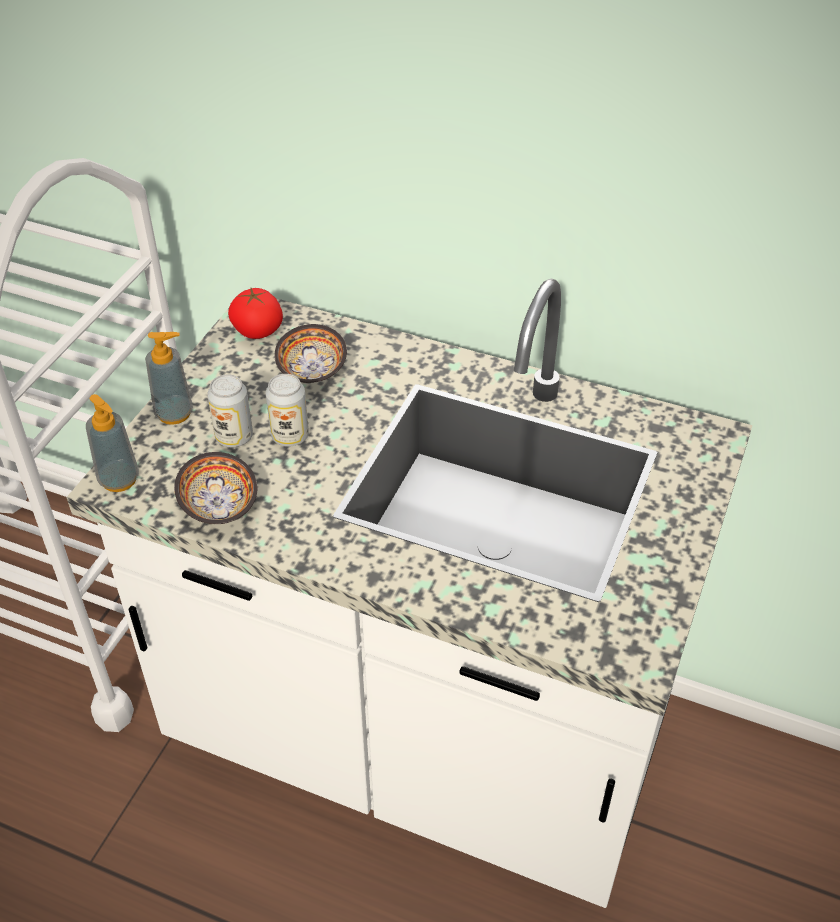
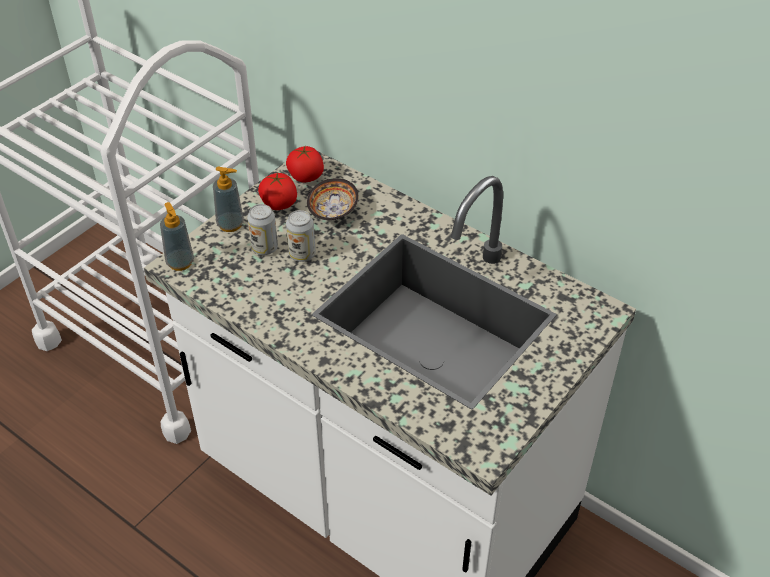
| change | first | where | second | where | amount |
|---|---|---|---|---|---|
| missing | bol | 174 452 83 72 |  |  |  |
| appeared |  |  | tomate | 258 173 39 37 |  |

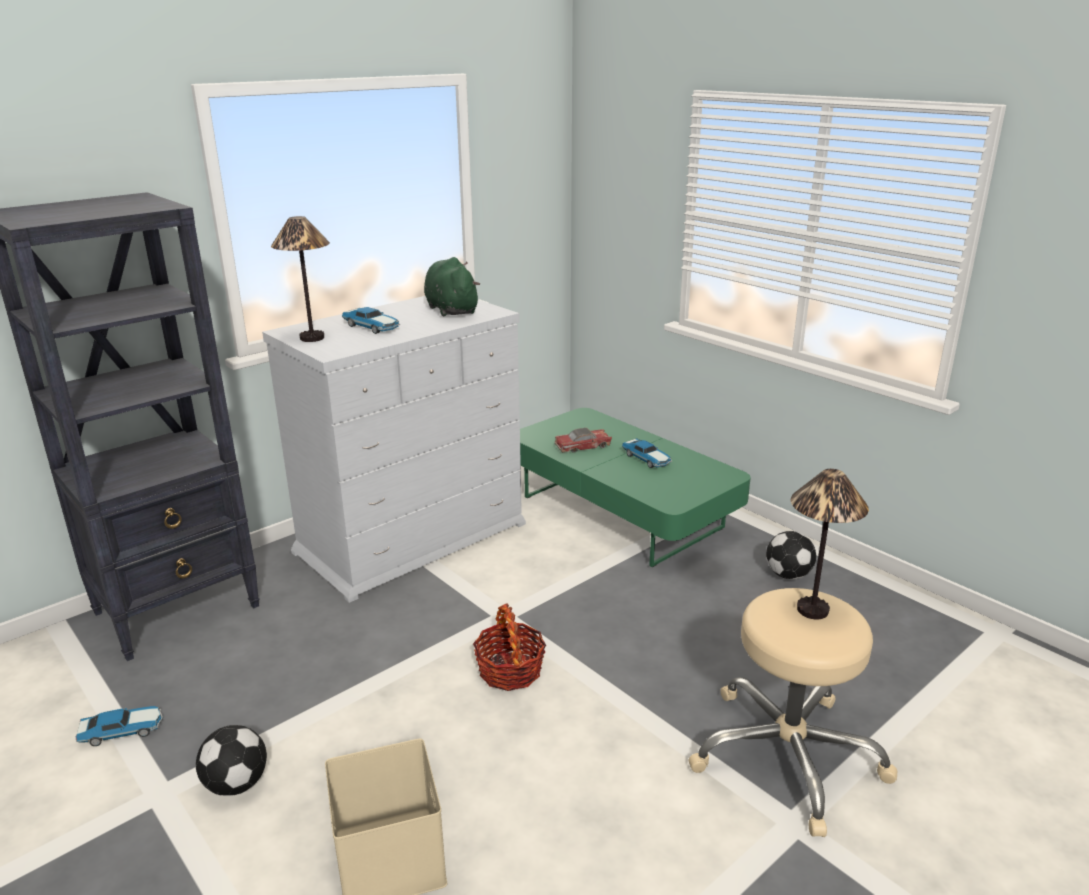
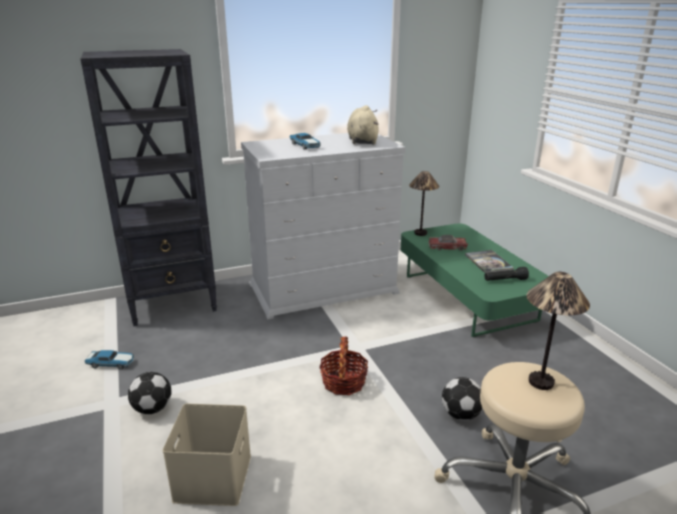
| change | first | where | second | where | amount |
|---|---|---|---|---|---|
| relocated | lampe de table | 271 216 59 126 |  | 409 171 30 65 |  |
| colour | peluche [vert] | 424 257 56 59 | peluche [beige] | 347 105 31 40 |  |
| exchanged | petite voiture | 622 438 50 30 | livre | 465 250 49 23 |  |
| relocated | ballon de foot | 766 531 50 48 |  | 442 377 41 43 |  |
| appeared |  |  | lampe de poche [noir] | 485 267 44 14 |  |

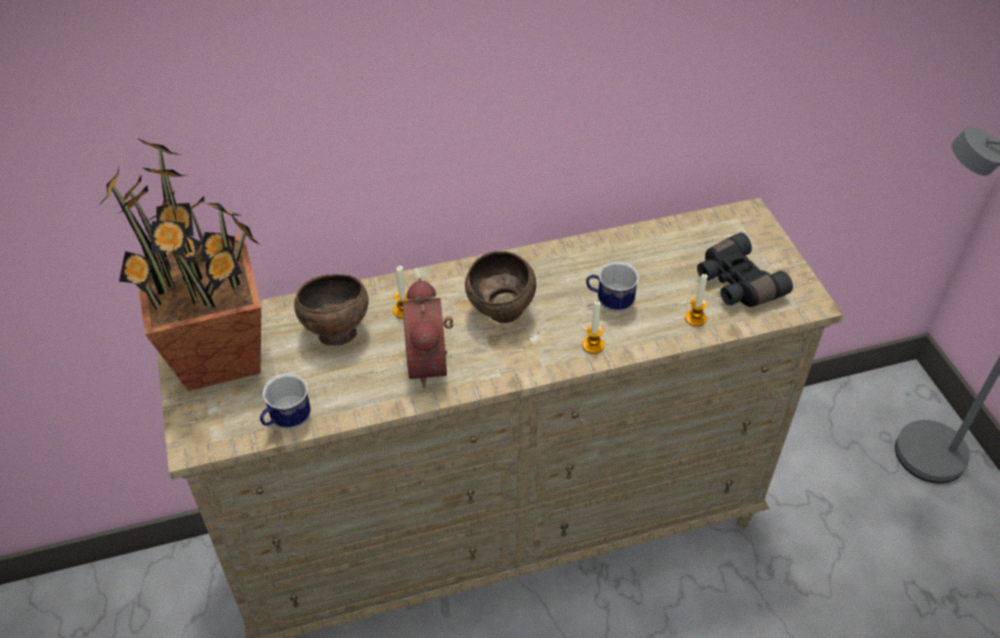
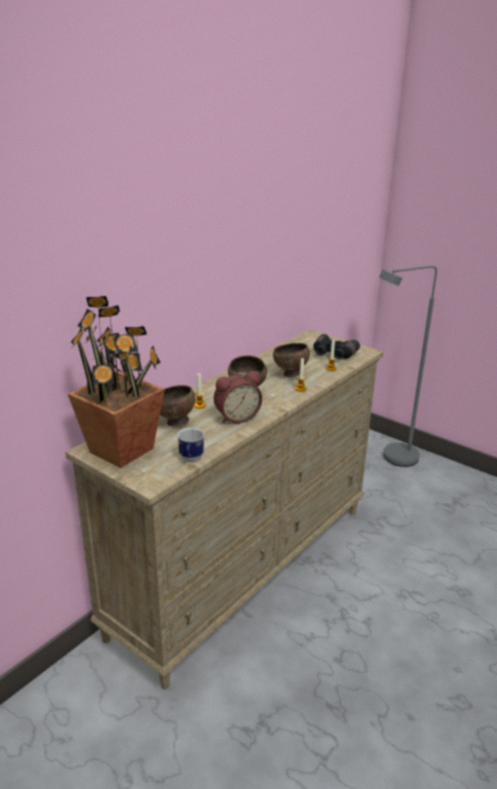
| change | first | where | second | where | amount |
|---|---|---|---|---|---|
| exchanged | mug | 586 262 53 51 | bol [marron] | 273 343 37 34 |  |
| spun | réveil | 403 278 50 110 |  | 214 371 48 52 | 75 degrees counterclockwise |

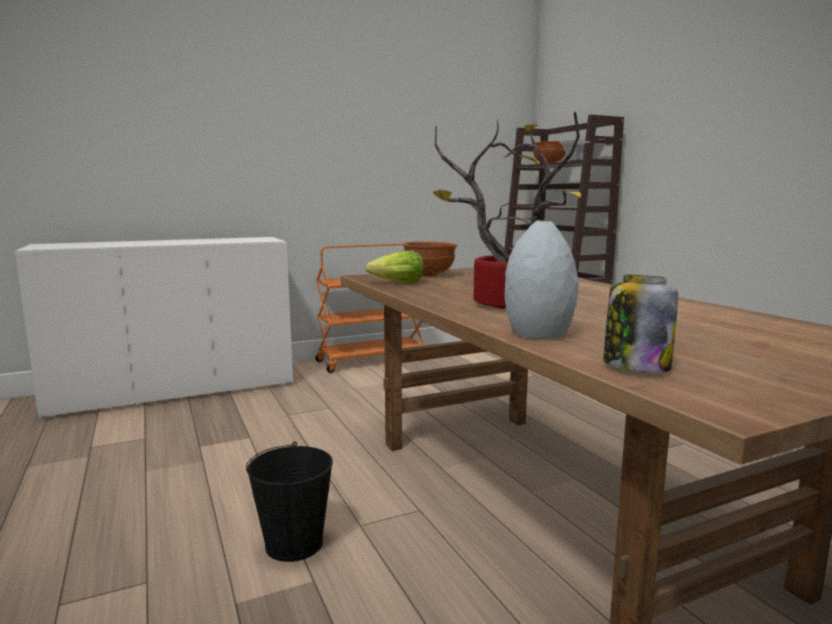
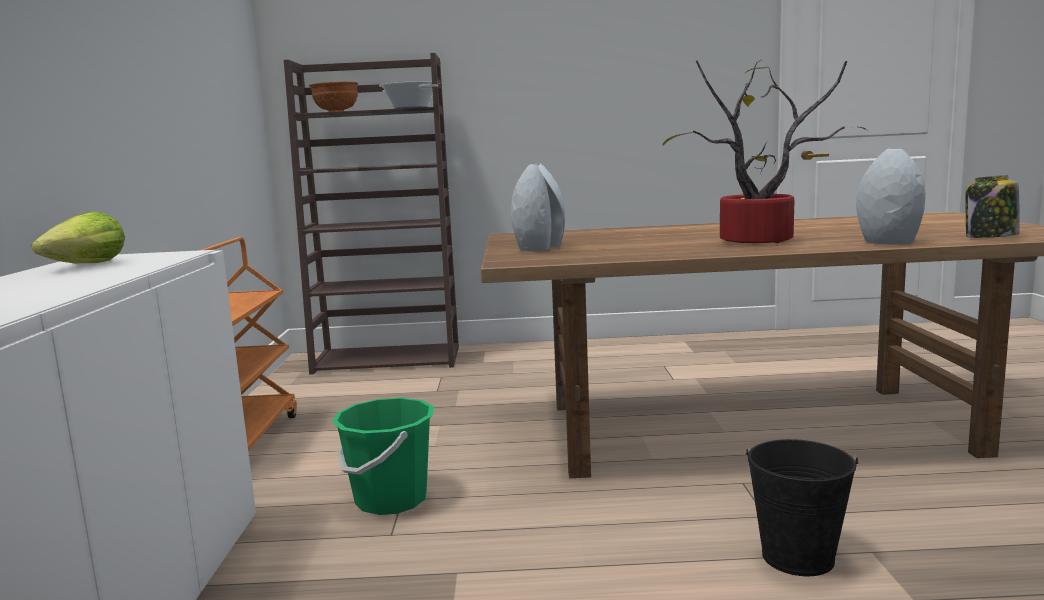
| change | first | where | second | where | amount |
|---|---|---|---|---|---|
| exchanged | bol [marron] | 403 242 54 35 | vase [gris] | 511 164 54 87 |  |
| relocated | laitue | 365 251 58 32 |  | 32 211 93 53 |  |
| appeared |  |  | seau [vert] | 332 398 102 117 |  |

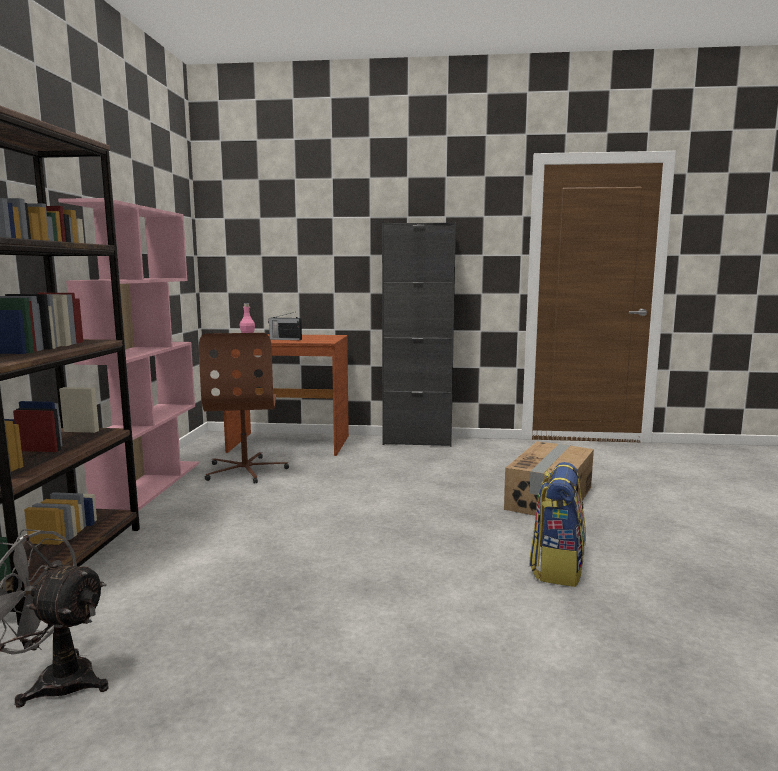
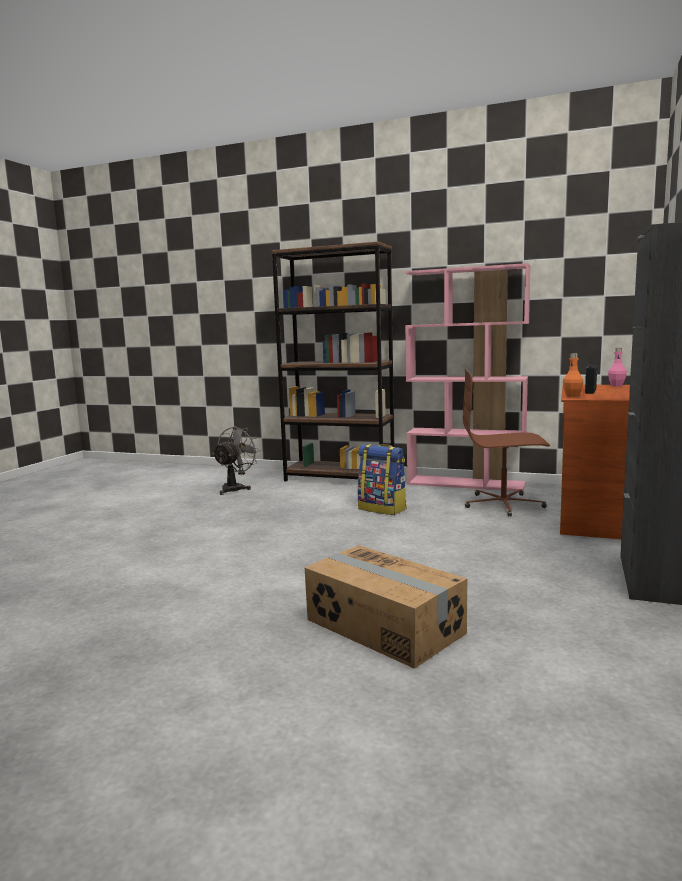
| change | first | where | second | where | amount |
|---|---|---|---|---|---|
| relocated | sac à dos | 529 462 57 125 |  | 358 444 49 71 |  |
| appeared |  |  | bouteille [orange] | 563 353 21 44 |  |

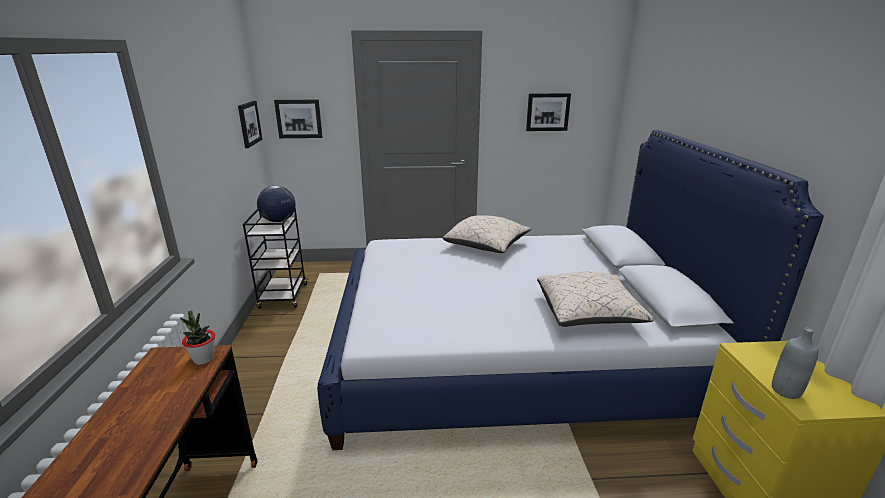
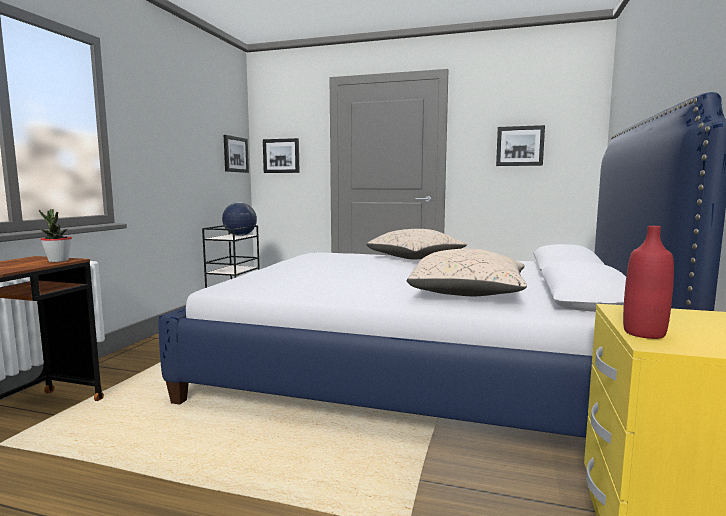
| change | first | where | second | where | amount |
|---|---|---|---|---|---|
| colour | bouteille [gris] | 772 328 47 71 | bouteille [rouge] | 623 226 51 113 |  |

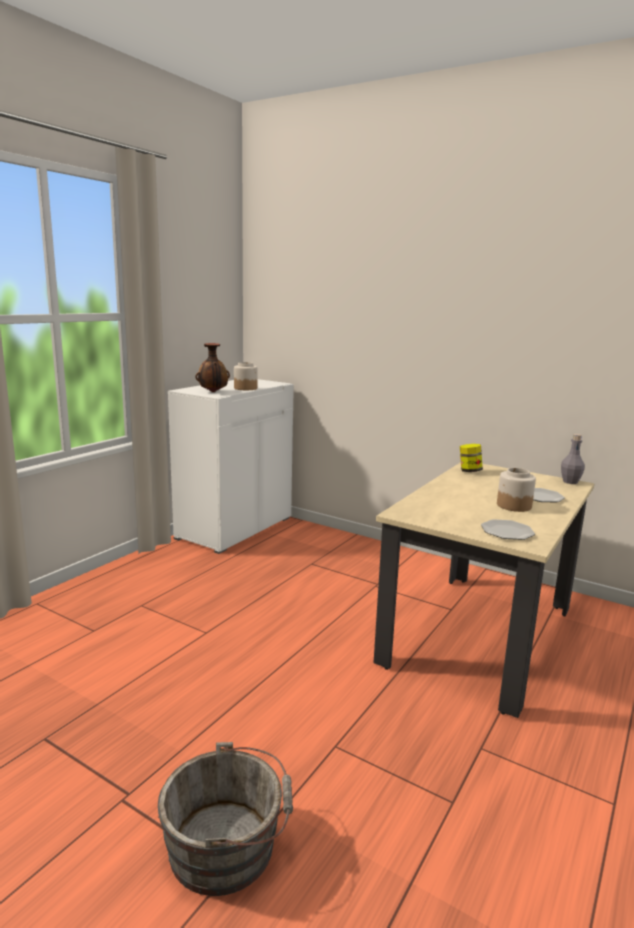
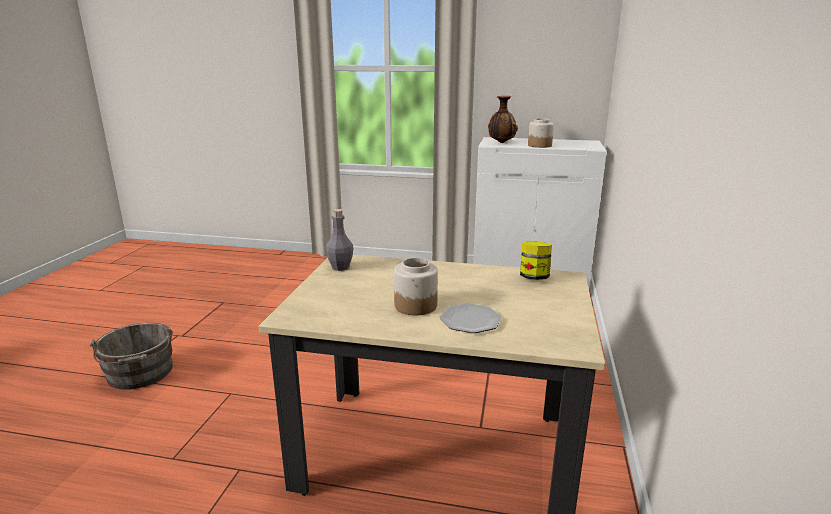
| change | first | where | second | where | amount |
|---|---|---|---|---|---|
| relocated | bouteille [gris] | 561 434 24 50 |  | 326 209 28 62 |  |
| missing | assiette | 481 519 54 21 |  |  |  |

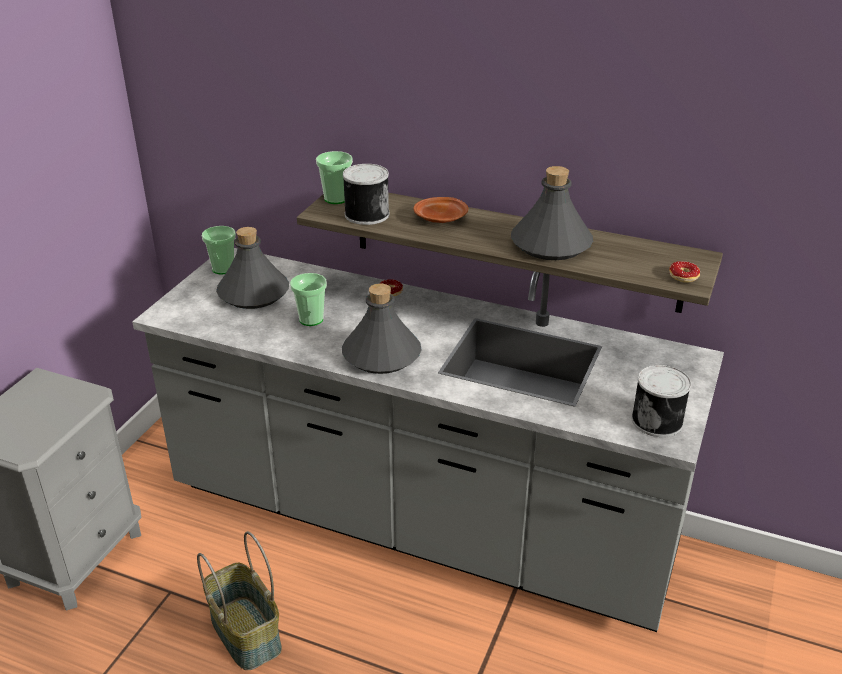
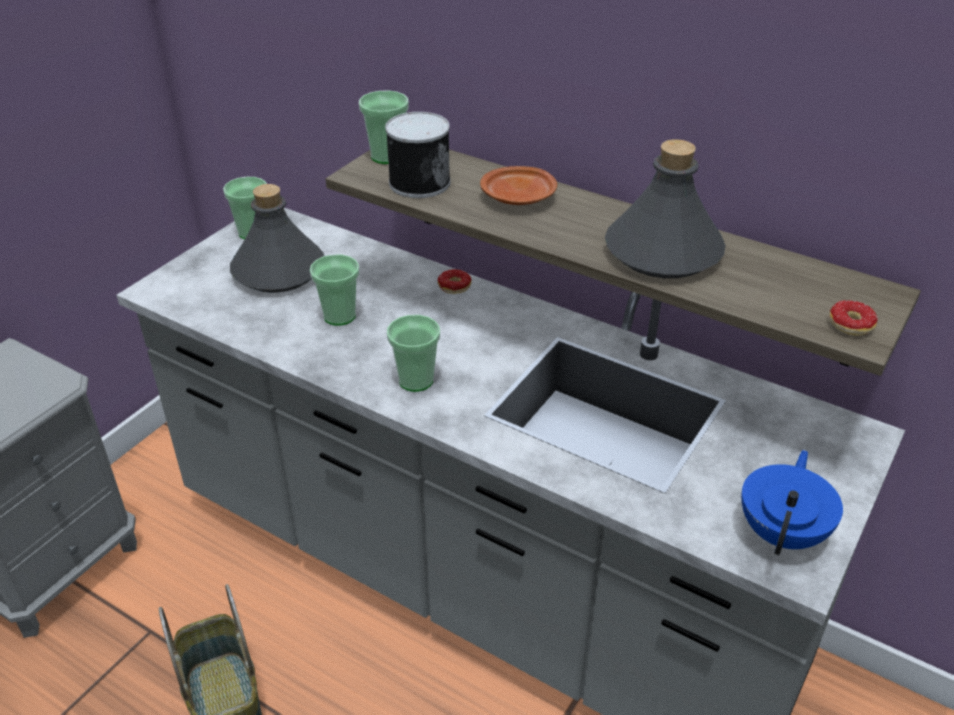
| change | first | where | second | where | amount |
|---|---|---|---|---|---|
| exchanged | bouteille [gris] | 342 283 79 91 | tasse | 387 315 53 77 |  |
| exchanged | boîte métallique | 631 365 60 72 | théière [bleu] | 741 450 102 105 |  |

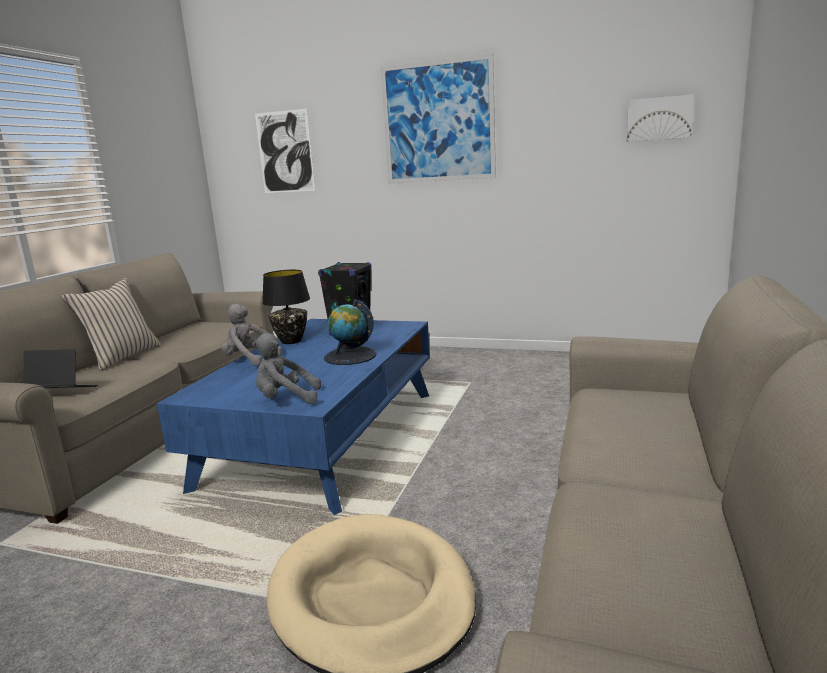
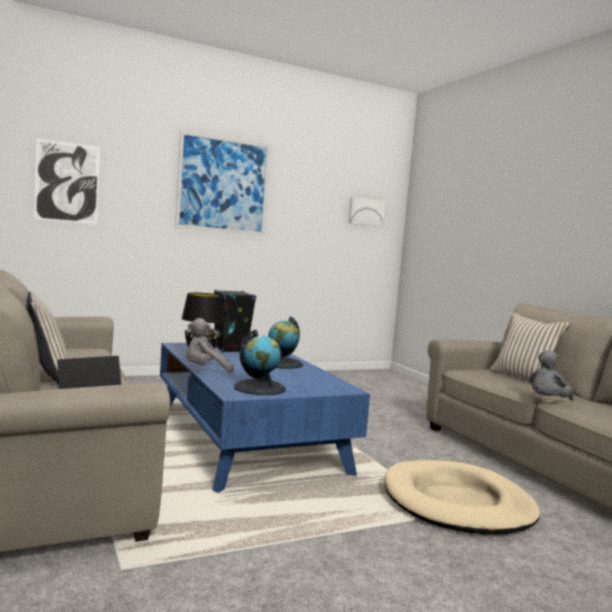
| change | first | where | second | where | amount |
|---|---|---|---|---|---|
| relocated | peluche [gris] | 252 333 69 71 |  | 529 350 45 51 |  |
| appeared |  |  | coussin [beige] | 490 313 81 68 |  |
| appeared |  |  | globe | 234 330 52 65 |  |

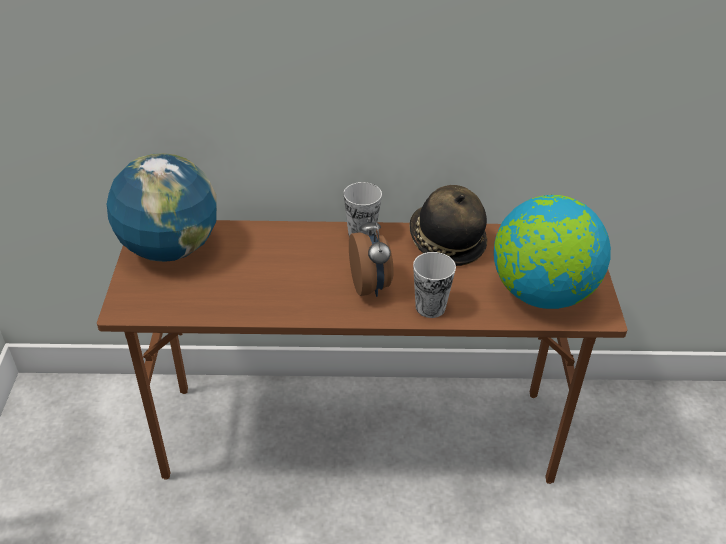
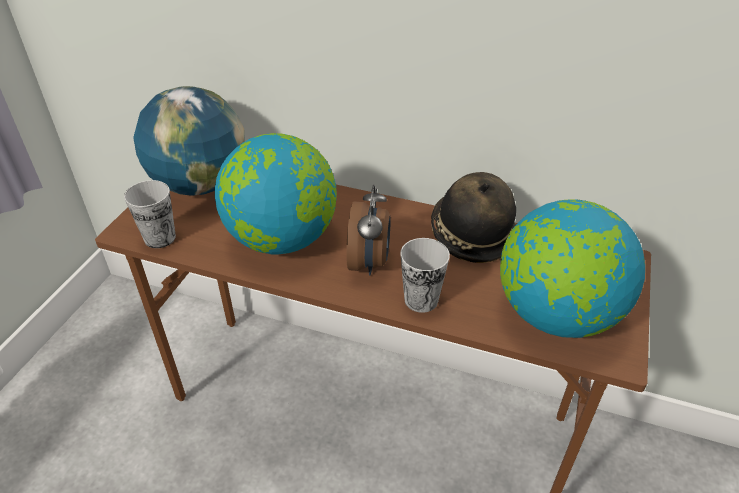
| change | first | where | second | where | amount |
|---|---|---|---|---|---|
| relocated | tasse | 343 182 39 55 |  | 124 180 52 68 |  |
| appeared |  |  | globe | 215 133 122 121 |  |

